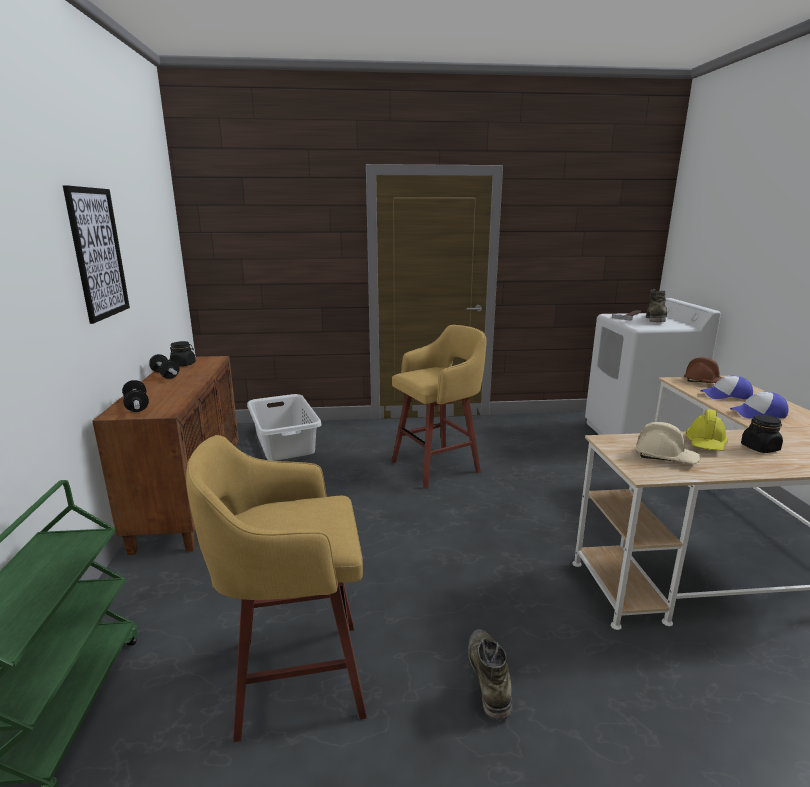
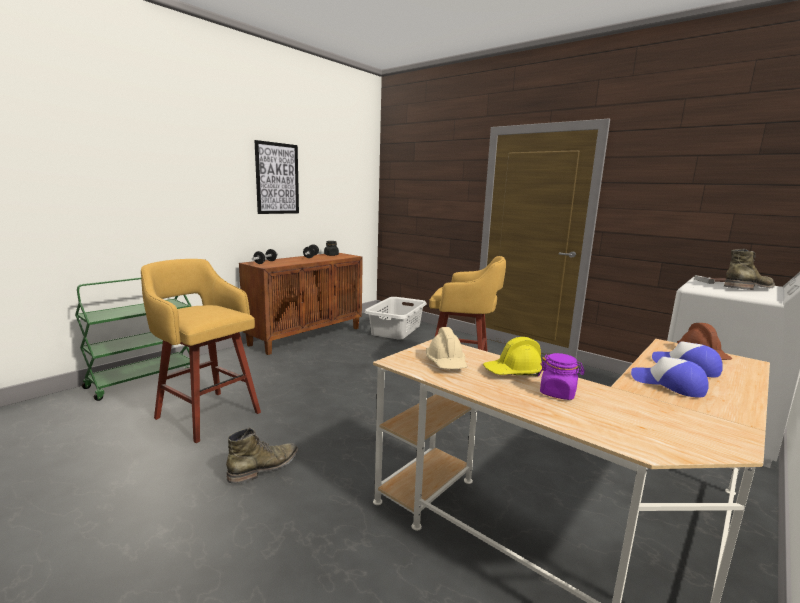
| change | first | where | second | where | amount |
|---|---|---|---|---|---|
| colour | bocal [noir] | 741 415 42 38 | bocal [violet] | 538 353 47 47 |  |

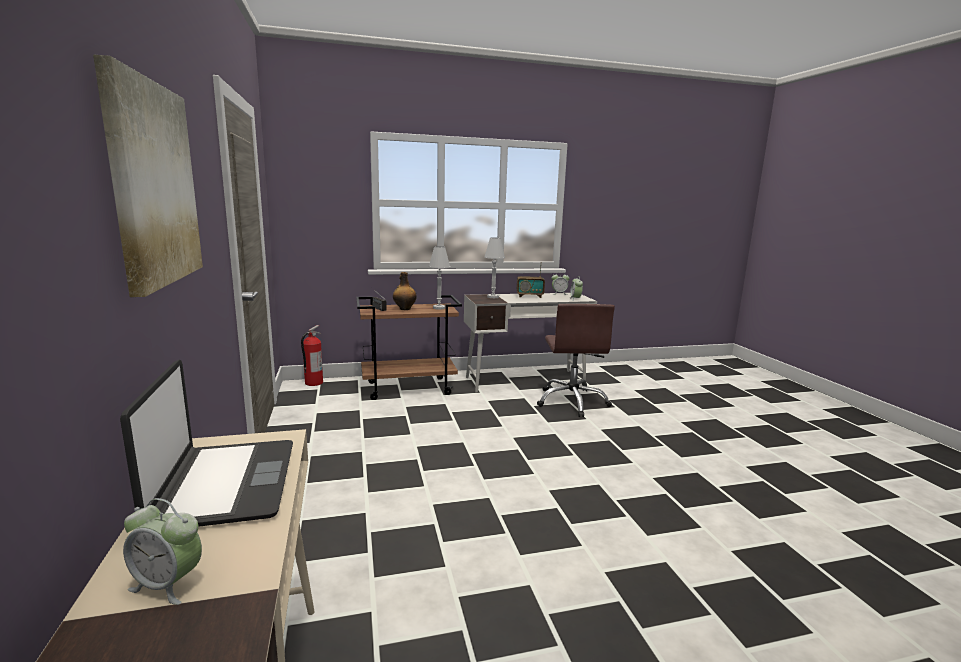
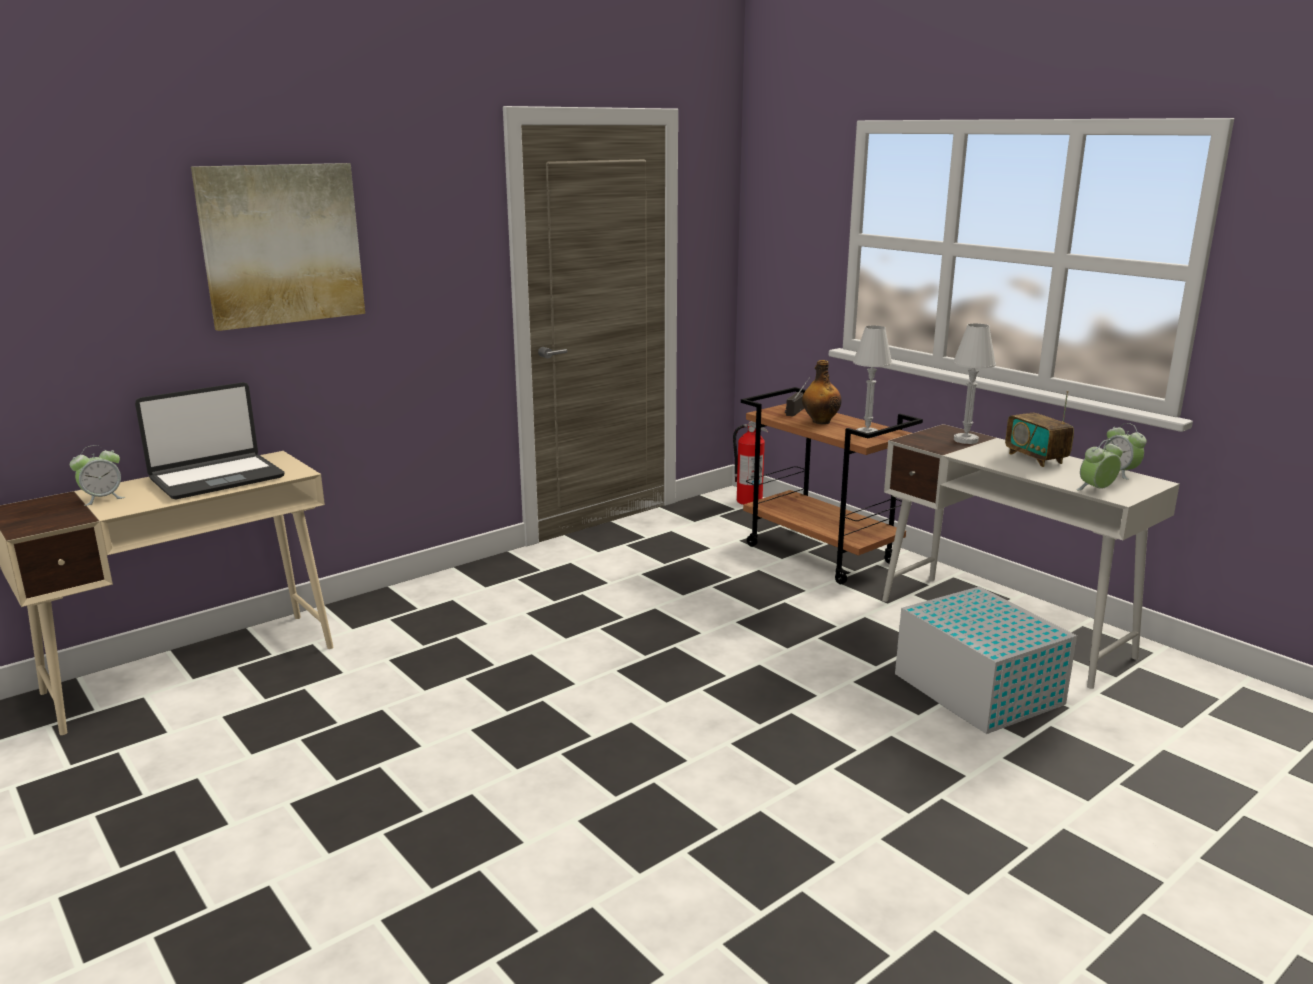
| change | first | where | second | where | amount |
|---|---|---|---|---|---|
| exchanged | chaise de bureau [marron] | 537 304 78 113 | boîte de rangement [blanc] | 895 587 182 147 |  |
| spun | réveil | 123 498 79 107 |  | 70 445 55 61 | 120 degrees counterclockwise |

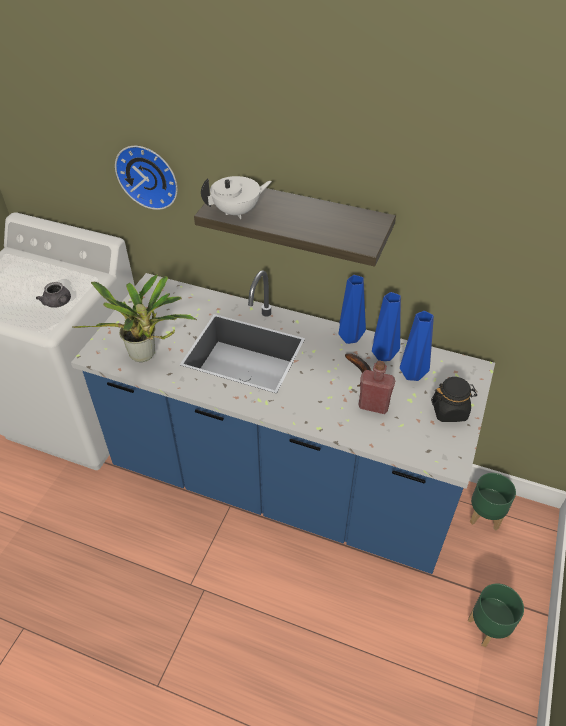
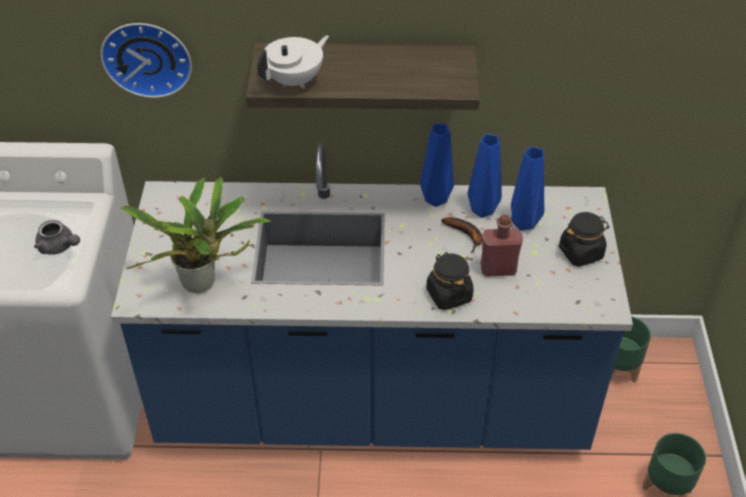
| change | first | where | second | where | amount |
|---|---|---|---|---|---|
| appeared |  |  | bocal [noir] | 426 252 48 58 |  |

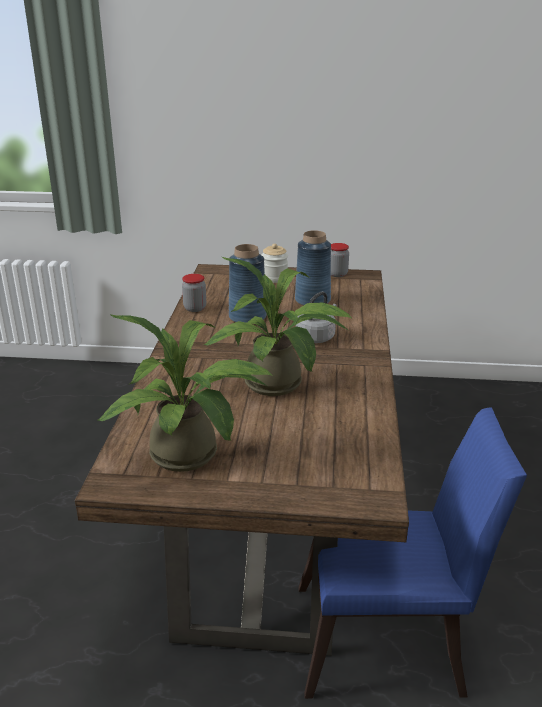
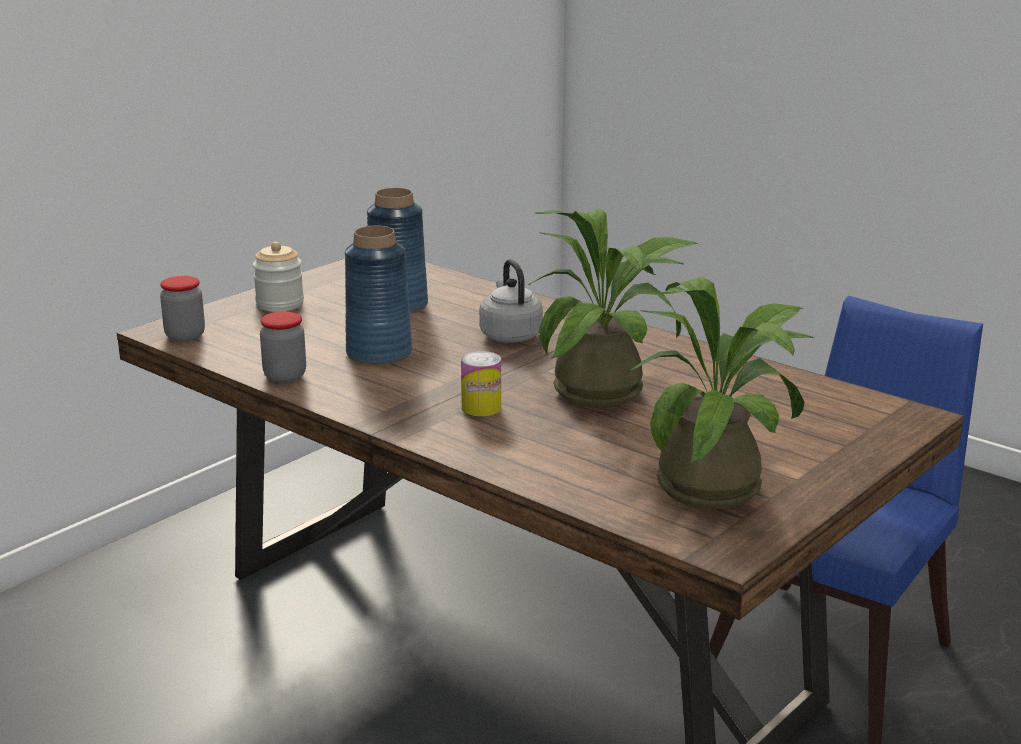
| change | first | where | second | where | amount |
|---|---|---|---|---|---|
| relocated | bocal | 331 243 18 34 |  | 160 276 45 66 |  |
| appeared |  |  | boîte métallique | 461 351 40 65 |  |

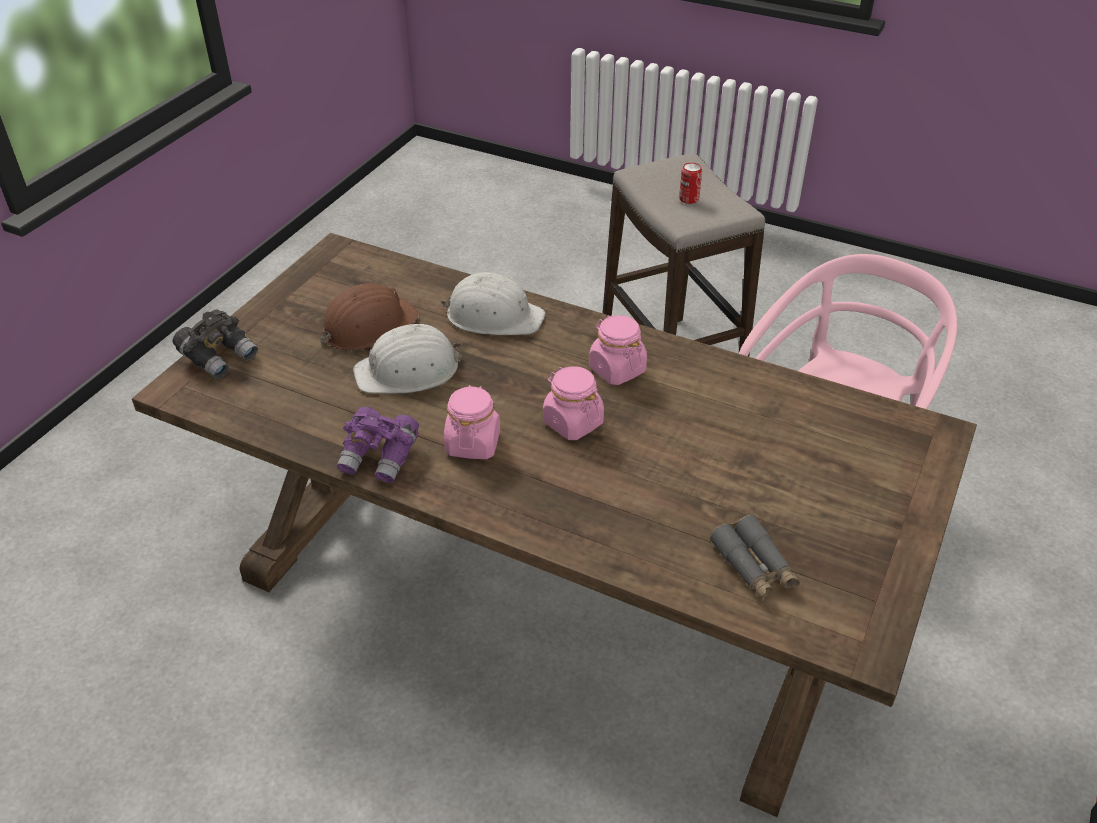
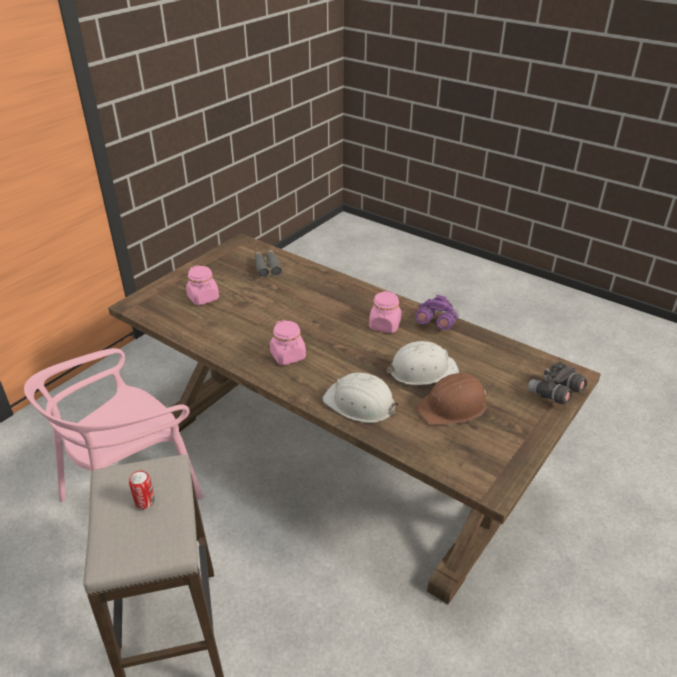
| change | first | where | second | where | amount |
|---|---|---|---|---|---|
| relocated | bocal [rose] | 543 367 61 73 |  | 186 265 33 40 |  |

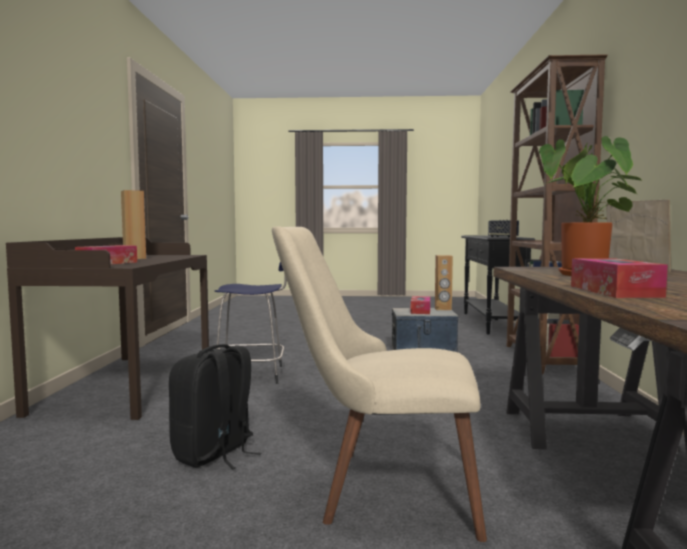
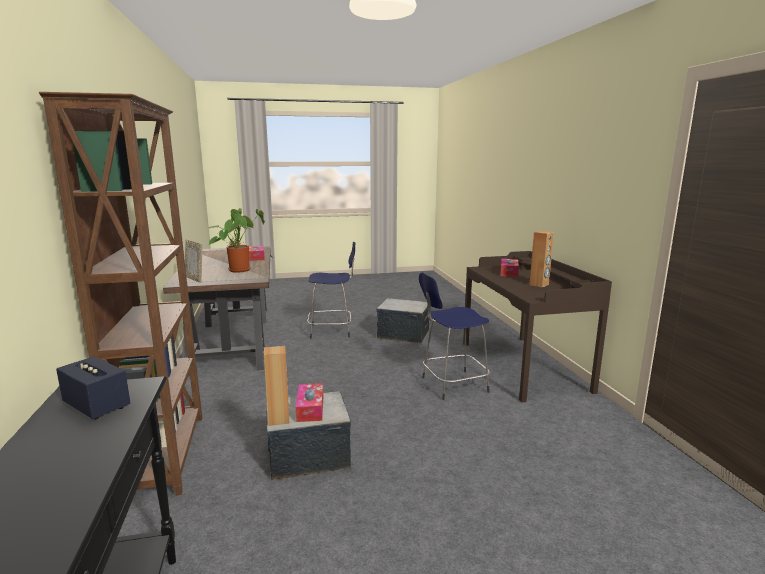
| change | first | where | second | where | amount |
|---|---|---|---|---|---|
| exchanged | chaise [beige] | 272 226 215 316 | tabouret [bleu] | 307 242 48 97 |  |
| exchanged | sac à dos [noir] | 169 344 93 125 | boîte de rangement | 377 298 52 45 |  |

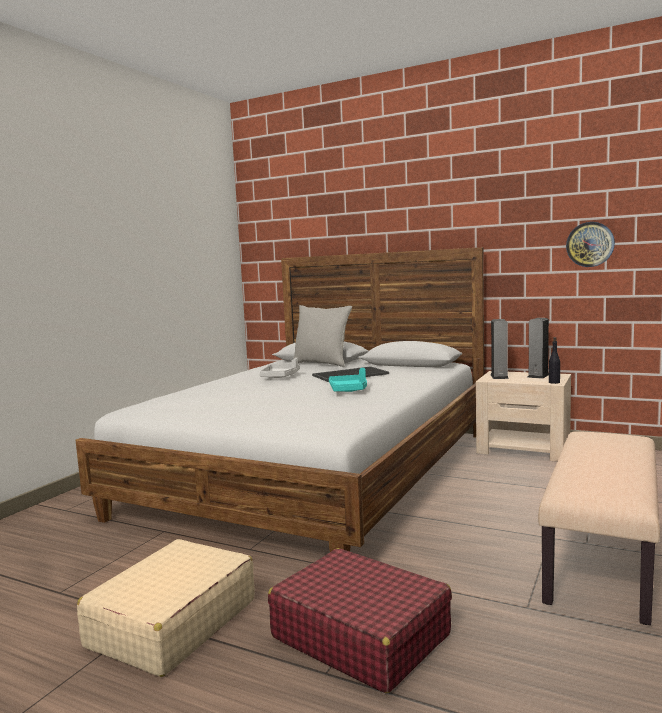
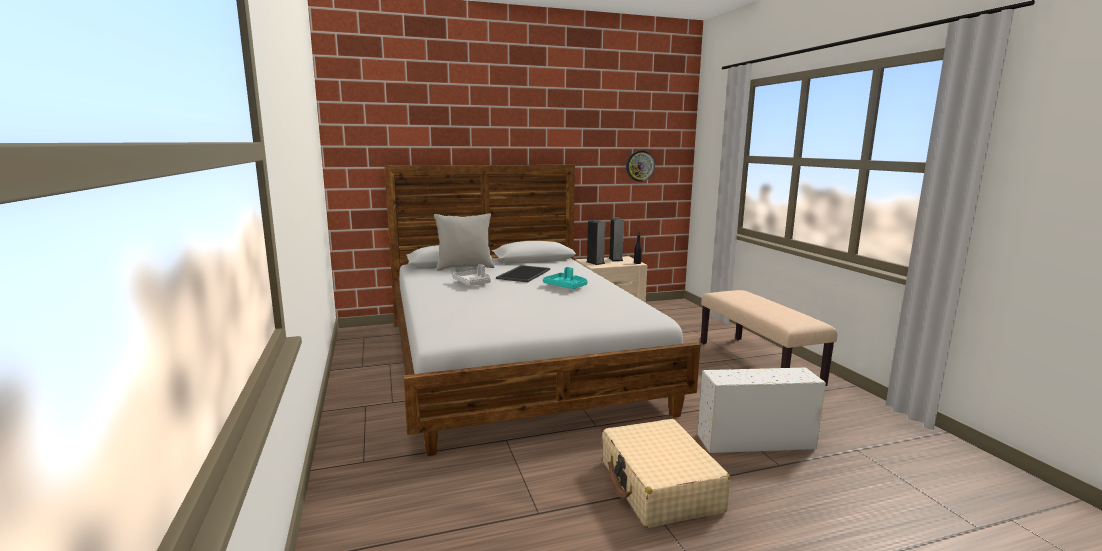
| change | first | where | second | where | amount |
|---|---|---|---|---|---|
| exchanged | valise [rouge] | 268 548 184 145 | boîte de rangement [blanc] | 697 368 129 85 |  |

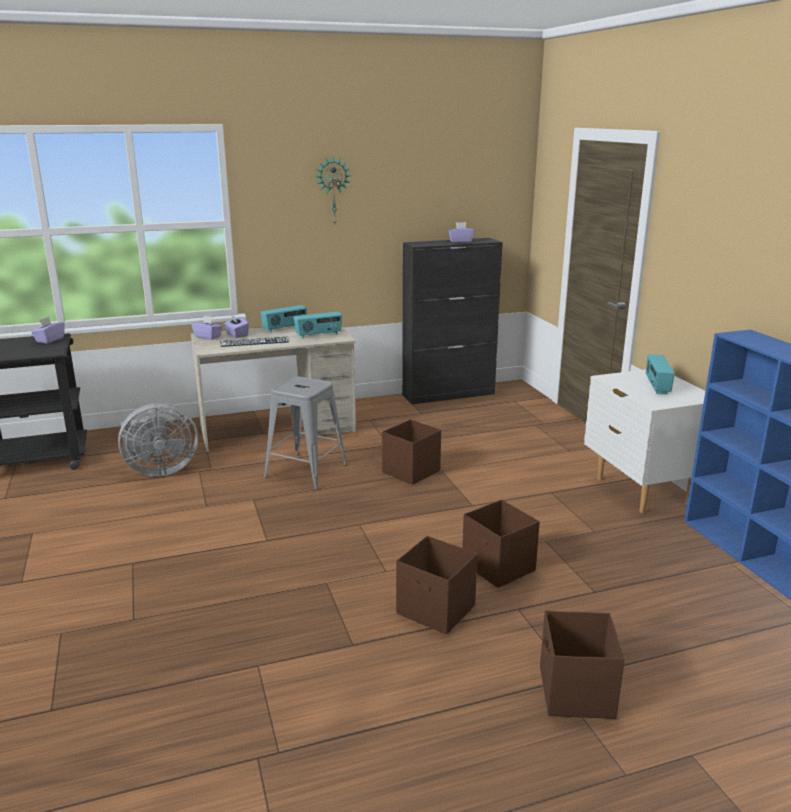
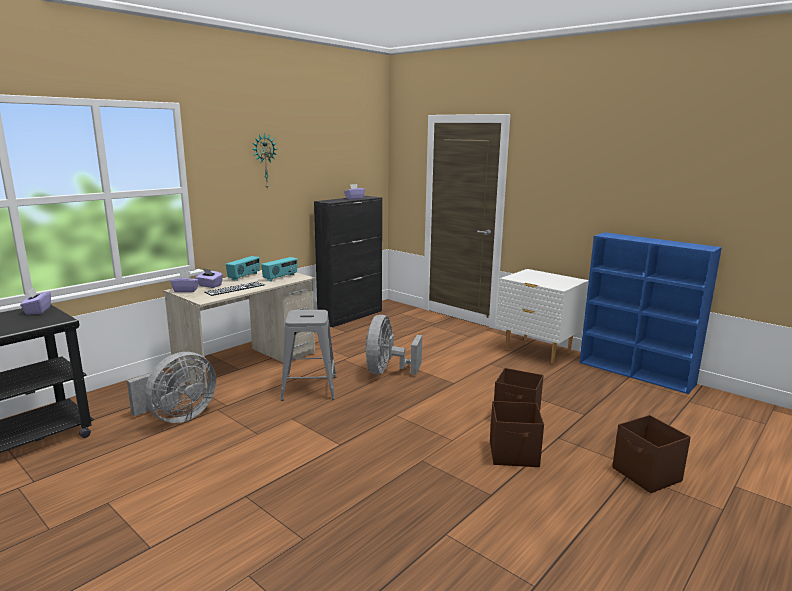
| change | first | where | second | where | amount |
|---|---|---|---|---|---|
| missing | radio | 646 354 29 40 |  |  |  |
| exchanged | boîte de rangement [marron] | 382 419 59 66 | ventilateur [gris] | 366 315 56 60 |  |

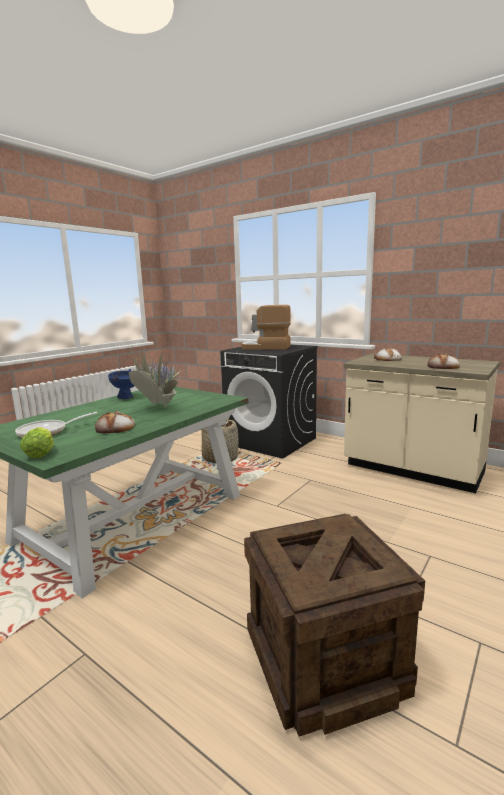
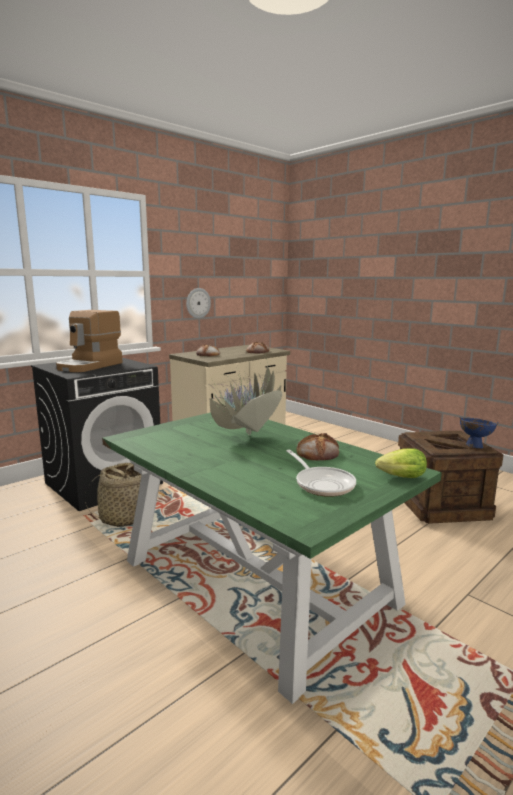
| change | first | where | second | where | amount |
|---|---|---|---|---|---|
| relocated | bol [bleu] | 108 369 26 30 |  | 459 417 39 31 |  |
| appeared |  |  | horloge murale | 186 288 25 31 |  |

